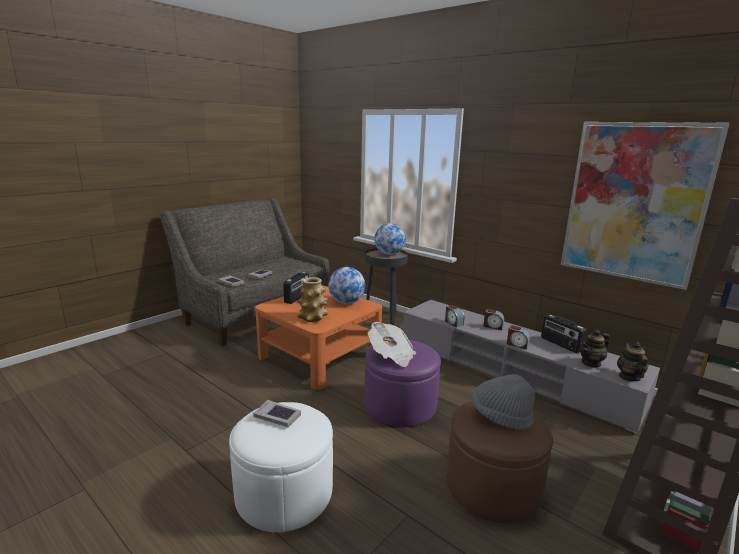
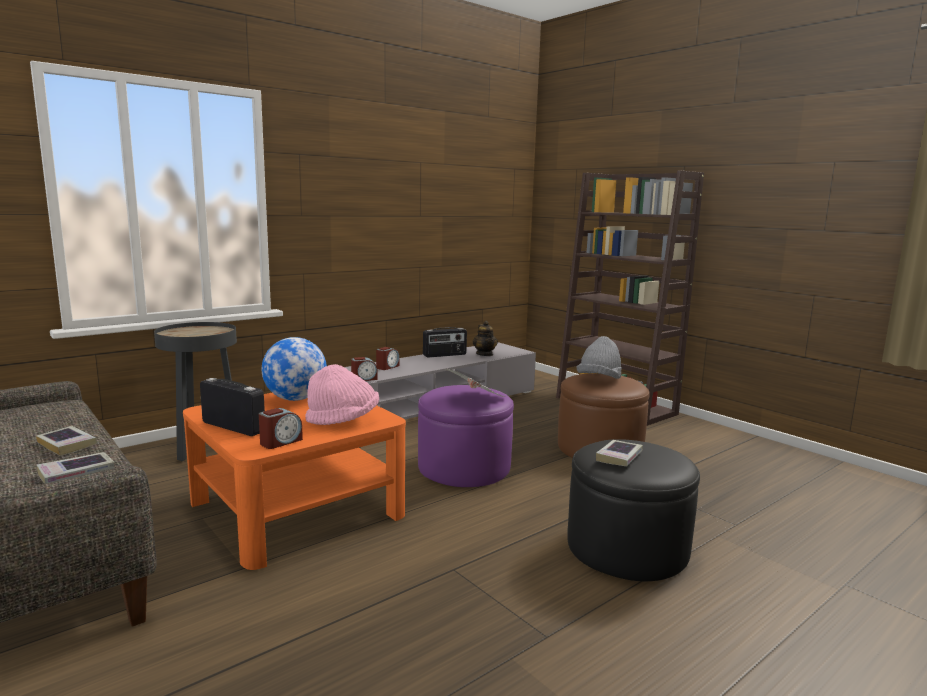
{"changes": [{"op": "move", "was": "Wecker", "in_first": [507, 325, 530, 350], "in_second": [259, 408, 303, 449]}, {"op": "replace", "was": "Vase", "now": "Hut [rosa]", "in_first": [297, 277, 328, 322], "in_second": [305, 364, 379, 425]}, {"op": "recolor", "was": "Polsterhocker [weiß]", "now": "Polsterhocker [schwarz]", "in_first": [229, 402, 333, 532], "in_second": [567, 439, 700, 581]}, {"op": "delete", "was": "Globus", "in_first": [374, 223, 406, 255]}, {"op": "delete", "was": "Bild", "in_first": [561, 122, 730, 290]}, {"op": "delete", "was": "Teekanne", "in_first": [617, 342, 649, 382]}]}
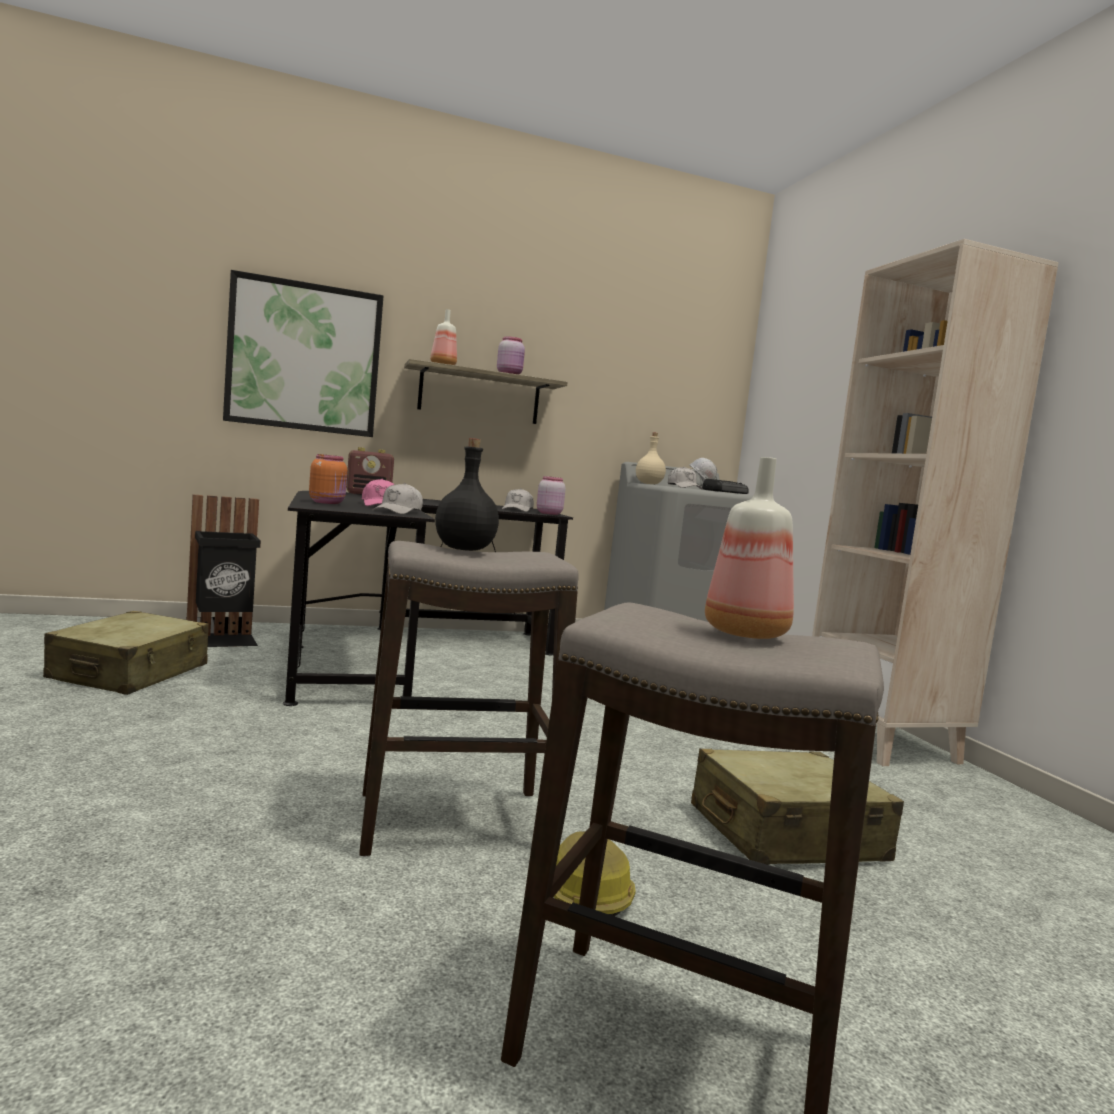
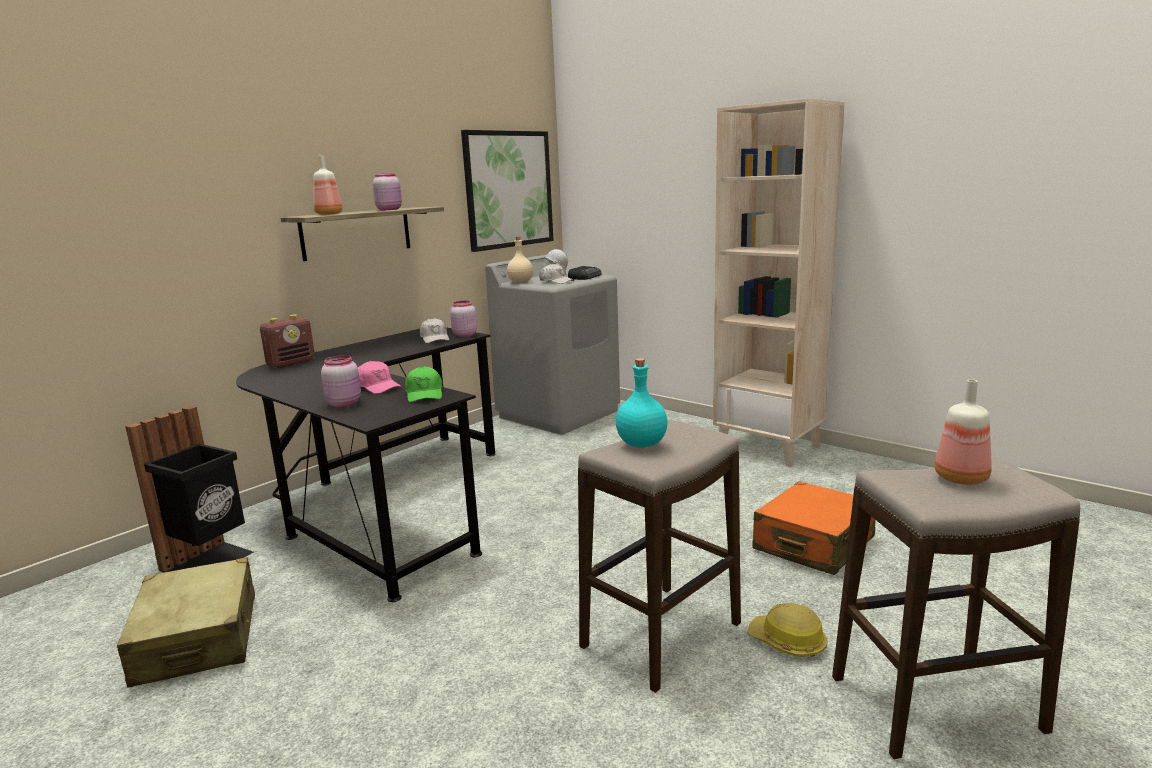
{"changes": [{"op": "recolor", "was": "Vorratsglas [orange]", "now": "Vorratsglas [rosa]", "in_first": [309, 454, 347, 504], "in_second": [321, 355, 361, 407]}, {"op": "recolor", "was": "Kappe [weiß]", "now": "Kappe [grün]", "in_first": [372, 483, 423, 514], "in_second": [405, 366, 442, 402]}, {"op": "move", "was": "Bild", "in_first": [223, 270, 383, 437], "in_second": [461, 130, 554, 252]}, {"op": "recolor", "was": "Flasche [schwarz]", "now": "Flasche [türkis]", "in_first": [435, 438, 499, 551], "in_second": [616, 358, 668, 448]}, {"op": "recolor", "was": "Koffer [beige]", "now": "Koffer [orange]", "in_first": [691, 748, 904, 865], "in_second": [753, 481, 876, 575]}]}
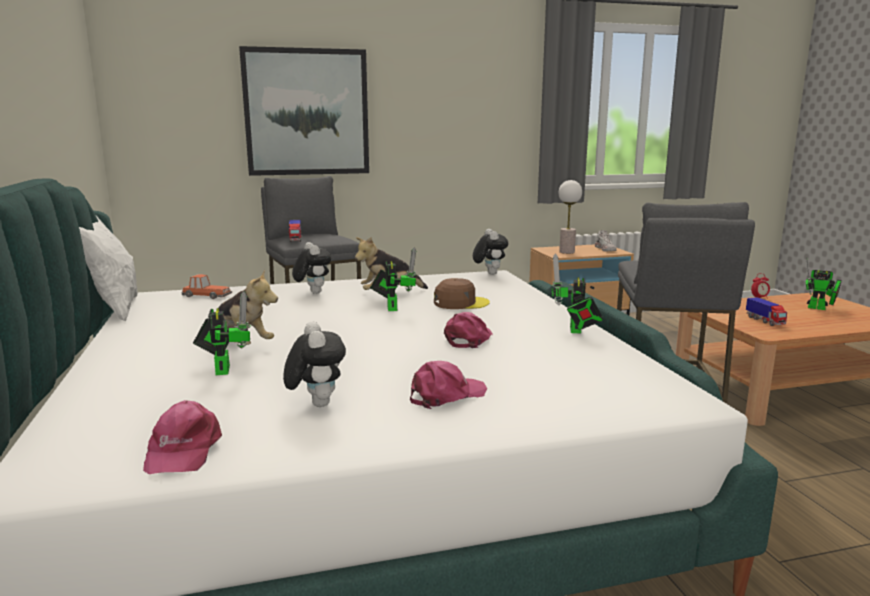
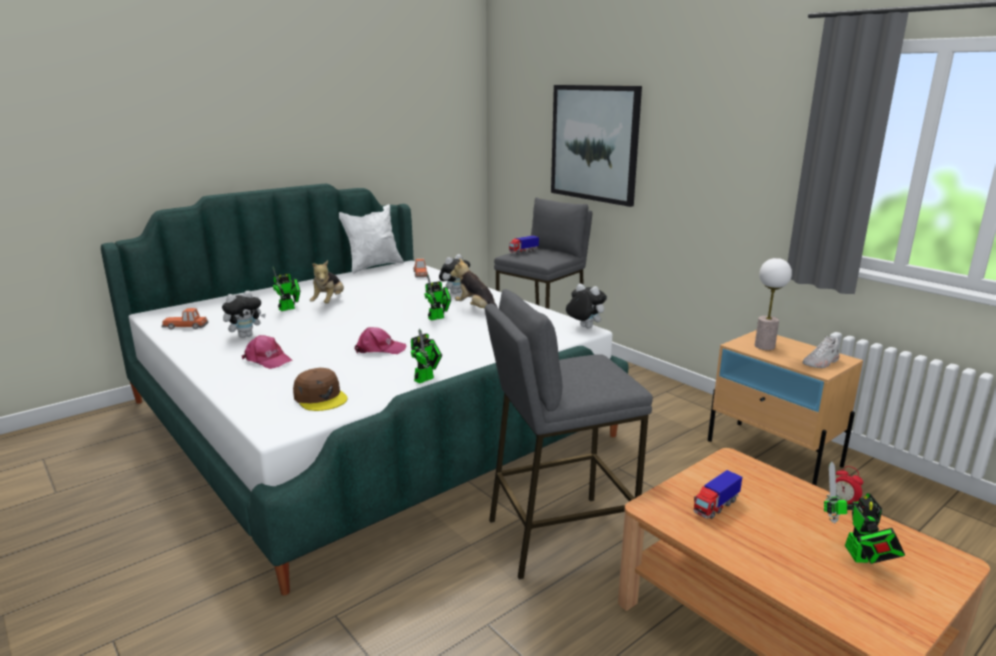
{"changes": [{"op": "replace", "was": "Kappe [rosa]", "now": "Spielzeugauto", "in_first": [143, 400, 222, 474], "in_second": [161, 308, 208, 329]}, {"op": "move", "was": "Kappe [braun]", "in_first": [434, 278, 490, 309], "in_second": [293, 368, 347, 411]}, {"op": "rotate", "was": "Spielzeugroboter", "in_first": [551, 254, 603, 334], "in_second": [411, 329, 442, 384], "clockwise": 150}, {"op": "rotate", "was": "Plüschtier", "in_first": [473, 229, 508, 275], "in_second": [566, 284, 607, 328], "clockwise": -105}]}
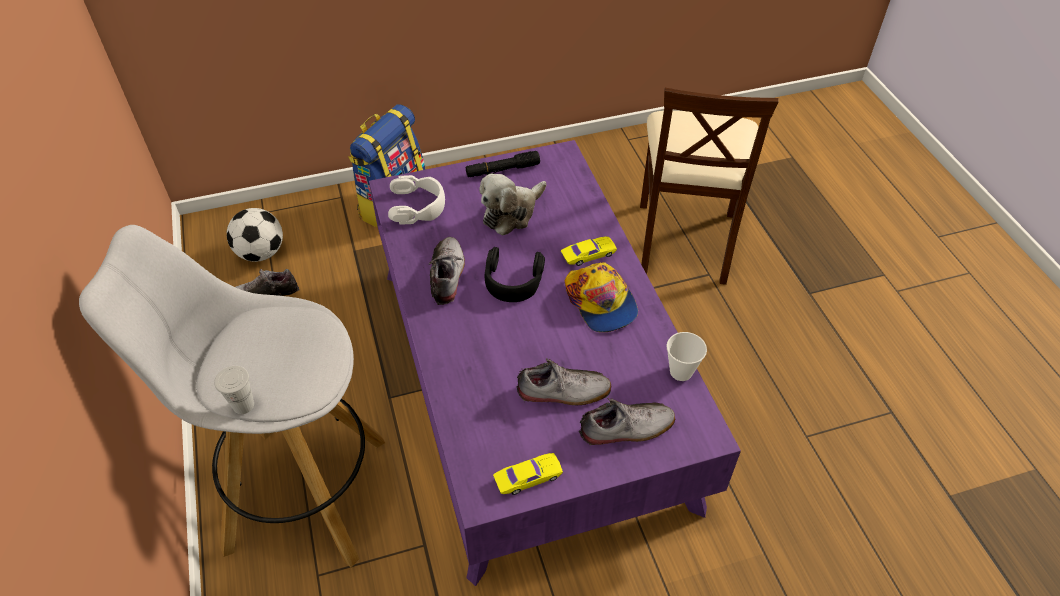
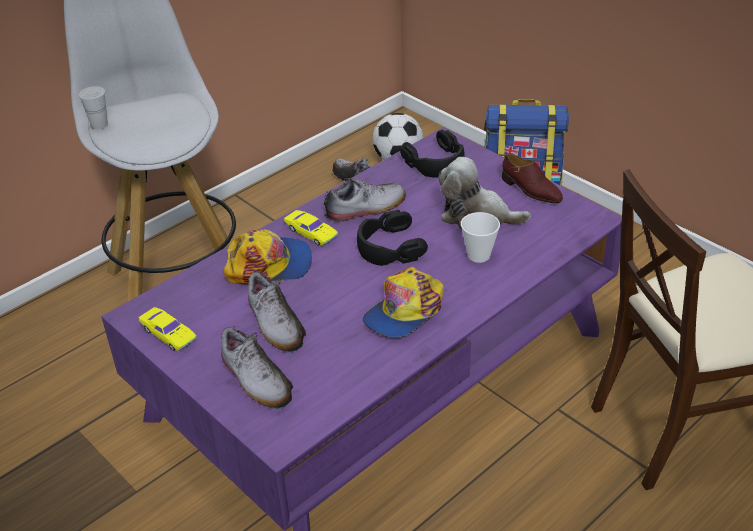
{"changes": [{"op": "insert", "now": "Kappe", "in_second": [224, 229, 312, 284]}, {"op": "move", "was": "Spielzeugauto [gelb]", "in_first": [561, 237, 617, 266], "in_second": [284, 210, 338, 246]}, {"op": "recolor", "was": "Kopfhörer [weiß]", "now": "Kopfhörer [schwarz]", "in_first": [388, 175, 445, 225], "in_second": [400, 130, 464, 178]}, {"op": "move", "was": "Tasse", "in_first": [666, 332, 707, 381], "in_second": [461, 212, 500, 263]}, {"op": "replace", "was": "Taschenlampe [schwarz]", "now": "Schuh [braun]", "in_first": [466, 151, 540, 177], "in_second": [502, 153, 563, 203]}]}
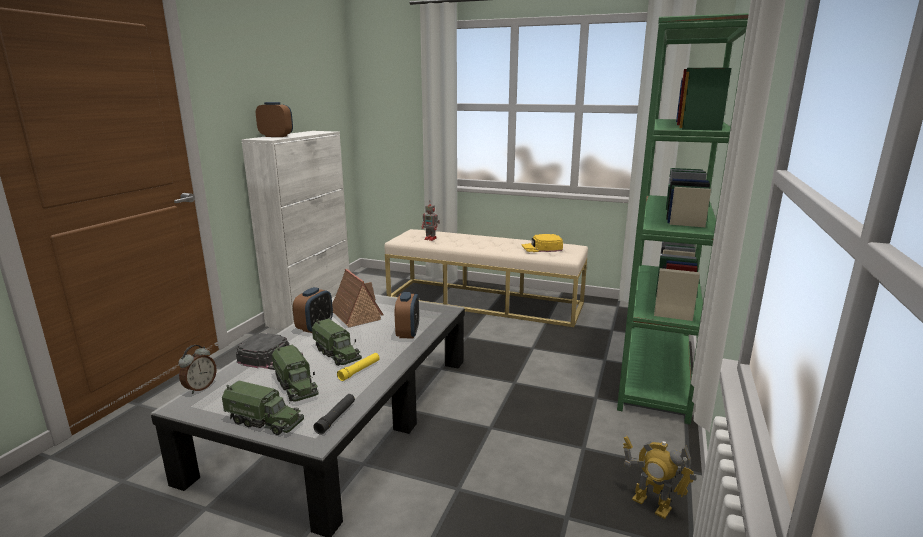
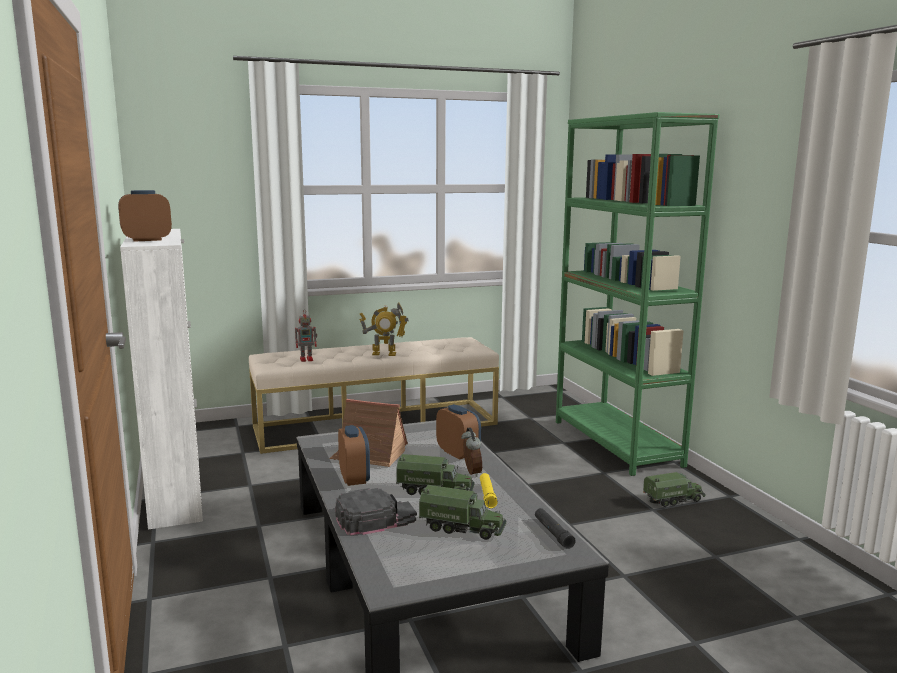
{"changes": [{"op": "move", "was": "Spielzeugroboter", "in_first": [623, 436, 697, 519], "in_second": [360, 302, 409, 356]}, {"op": "move", "was": "Wecker", "in_first": [178, 345, 217, 394], "in_second": [461, 427, 482, 477]}, {"op": "move", "was": "Spielzeuglaster", "in_first": [222, 381, 304, 435], "in_second": [643, 472, 705, 507]}, {"op": "delete", "was": "Kappe [gelb]", "in_first": [521, 234, 563, 252]}]}
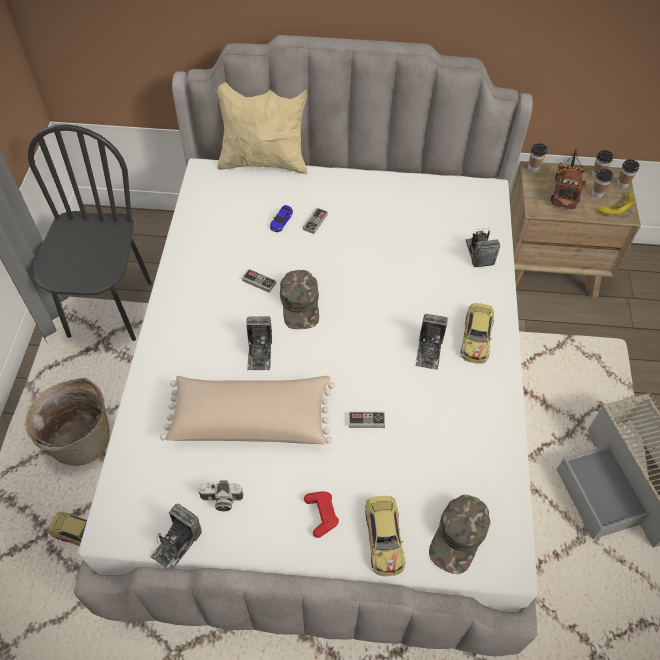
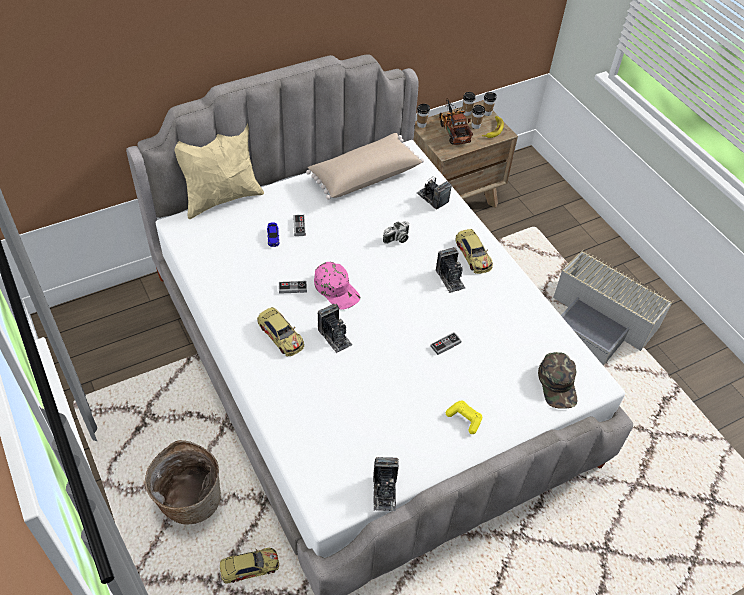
{"changes": [{"op": "move", "was": "Spielzeugauto", "in_first": [365, 496, 405, 576], "in_second": [257, 307, 304, 356]}, {"op": "move", "was": "Kissen [beige]", "in_first": [160, 376, 335, 444], "in_second": [306, 133, 424, 200]}, {"op": "recolor", "was": "Kappe [grün]", "now": "Kappe [rosa]", "in_first": [280, 270, 319, 329], "in_second": [314, 262, 360, 310]}, {"op": "move", "was": "Kamera", "in_first": [197, 481, 243, 511], "in_second": [383, 221, 409, 244]}, {"op": "recolor", "was": "Gamepad [rot]", "now": "Gamepad [gelb]", "in_first": [304, 492, 339, 538], "in_second": [446, 400, 482, 434]}, {"op": "delete", "was": "Stuhl [schwarz]", "in_first": [28, 124, 152, 341]}]}
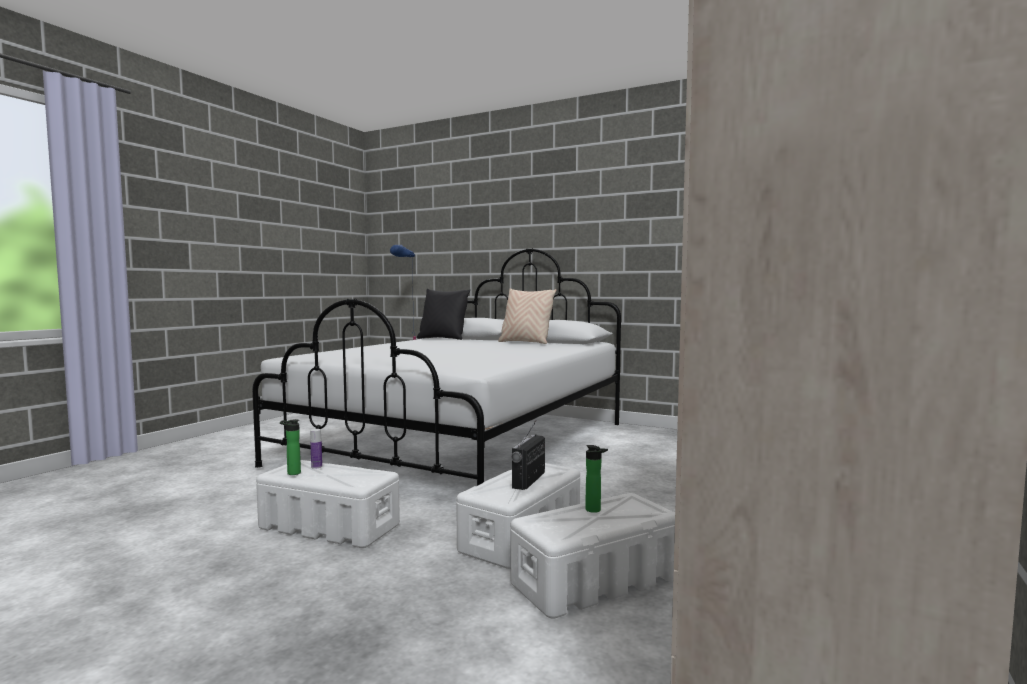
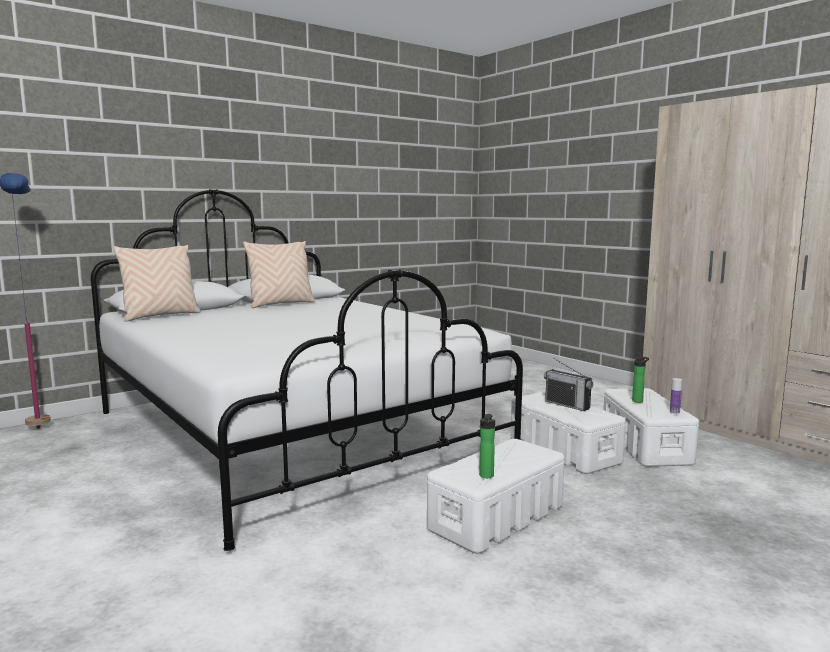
{"changes": [{"op": "recolor", "was": "Kissen [schwarz]", "now": "Kissen [beige]", "in_first": [417, 289, 470, 340], "in_second": [113, 245, 201, 322]}, {"op": "move", "was": "Flasche", "in_first": [310, 429, 322, 469], "in_second": [670, 378, 682, 414]}]}
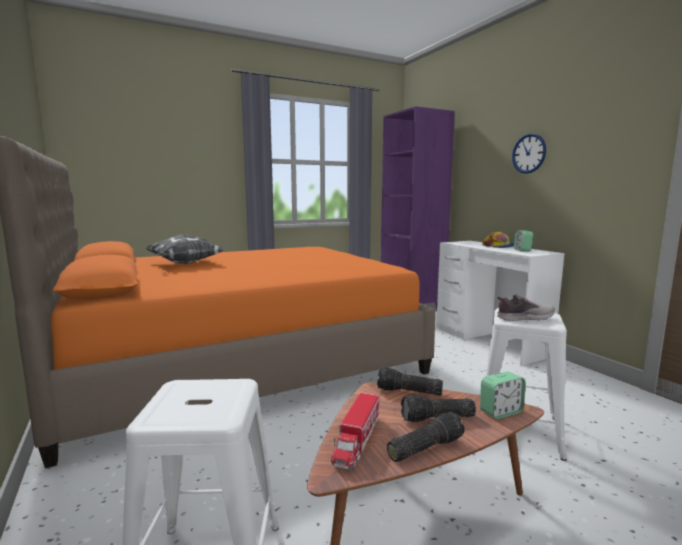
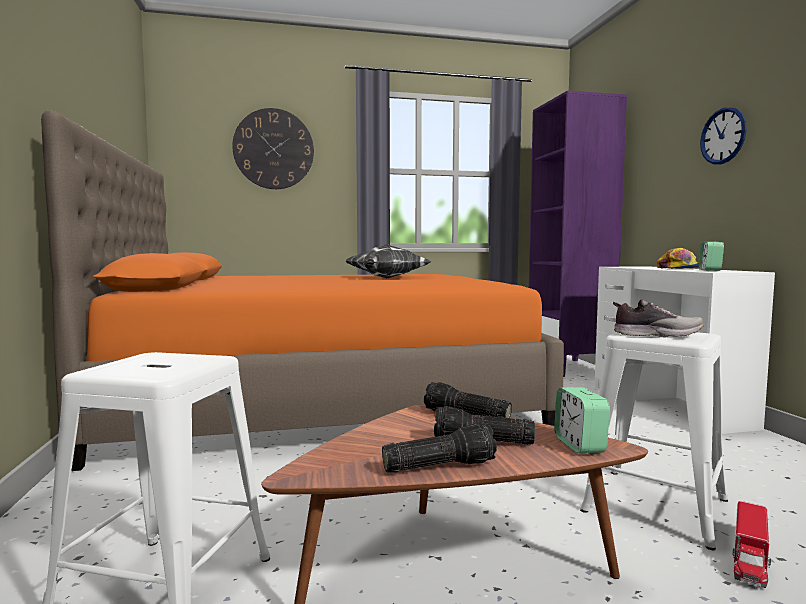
{"changes": [{"op": "insert", "now": "Wanduhr", "in_second": [232, 108, 314, 189]}, {"op": "move", "was": "Kissen", "in_first": [146, 234, 225, 264], "in_second": [346, 244, 431, 278]}, {"op": "rotate", "was": "Wecker", "in_first": [480, 371, 526, 419], "in_second": [554, 387, 610, 454], "clockwise": 90}, {"op": "move", "was": "Spielzeuglaster", "in_first": [331, 392, 379, 469], "in_second": [733, 501, 771, 588]}]}
